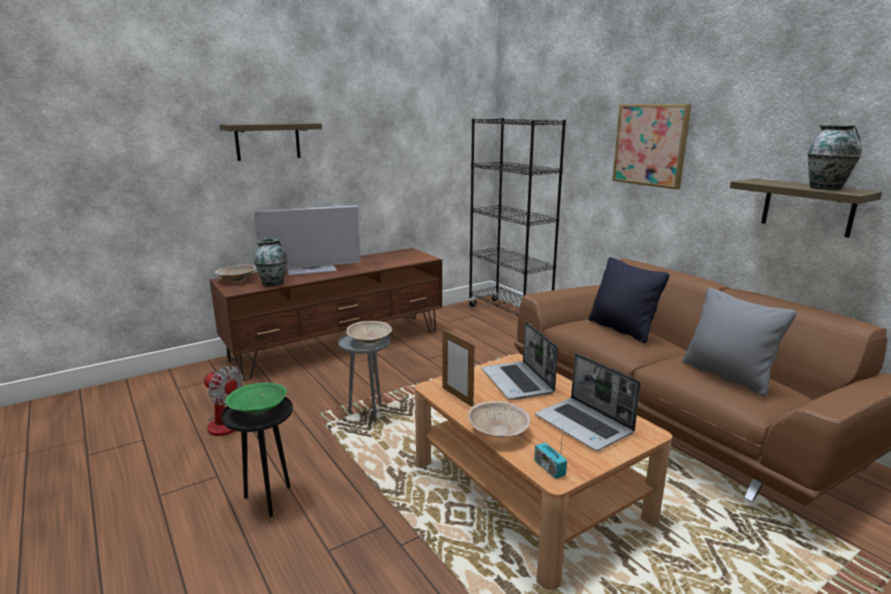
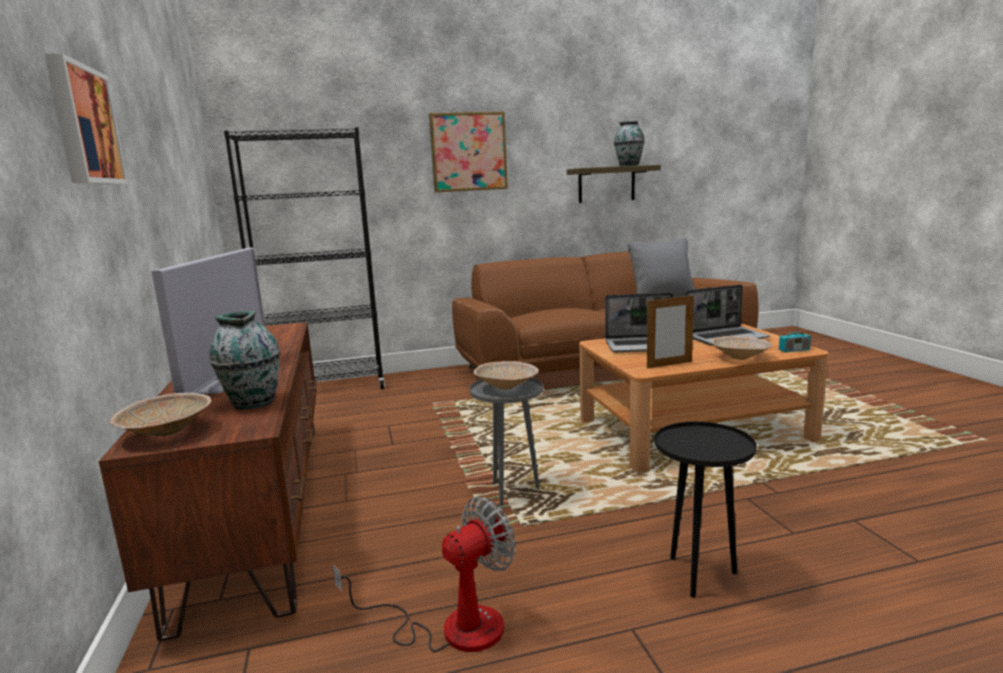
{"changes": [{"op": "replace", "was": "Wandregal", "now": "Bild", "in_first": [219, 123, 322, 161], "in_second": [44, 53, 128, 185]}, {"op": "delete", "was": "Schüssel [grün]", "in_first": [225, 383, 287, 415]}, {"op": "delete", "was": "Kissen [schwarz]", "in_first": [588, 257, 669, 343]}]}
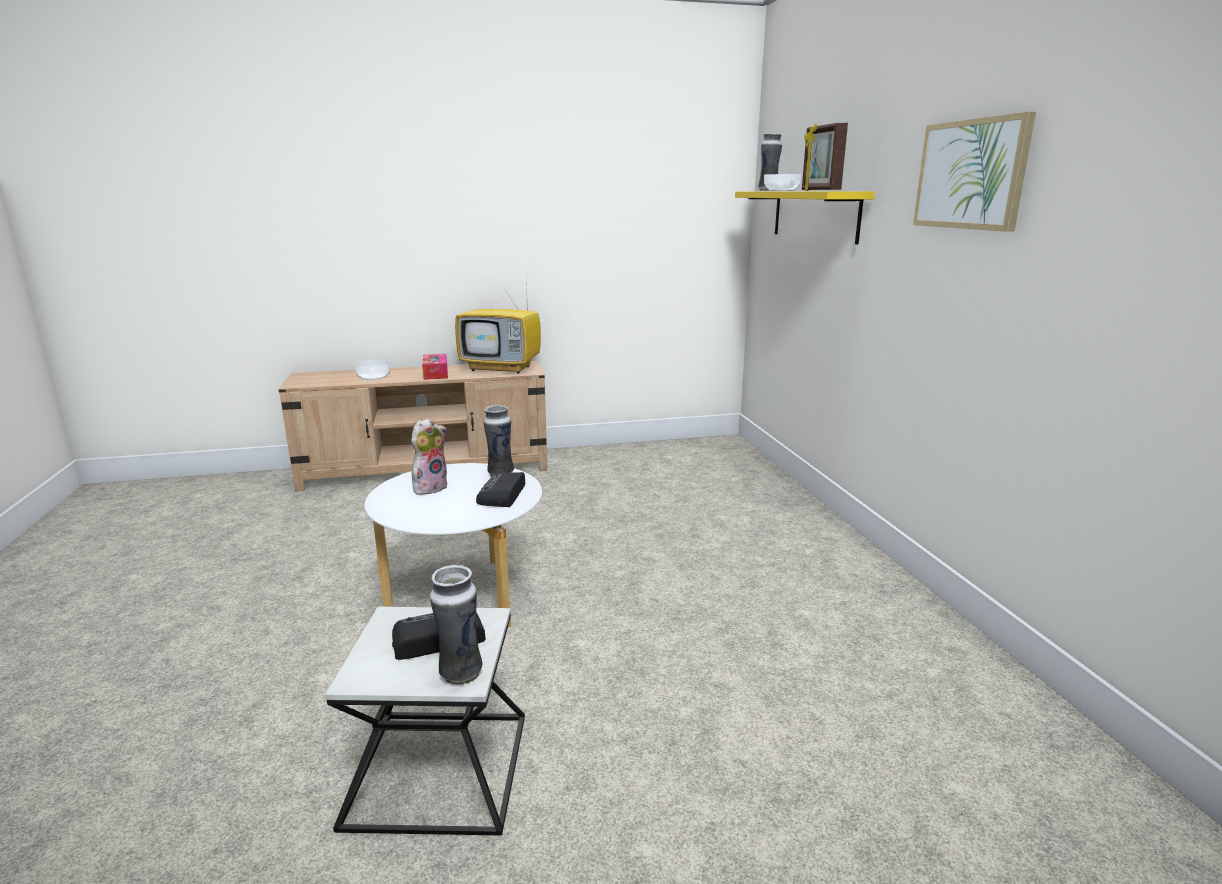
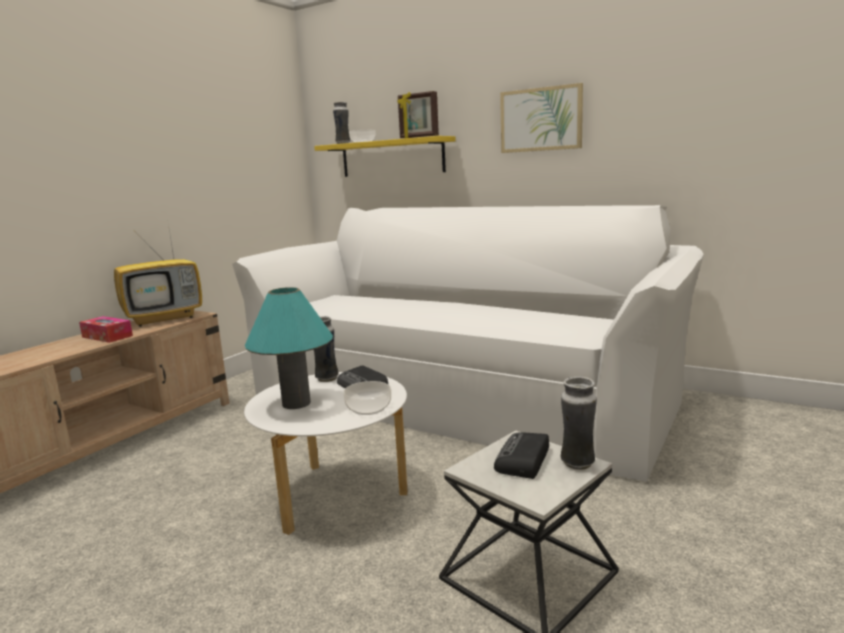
{"changes": [{"op": "insert", "now": "Sofa [weiß]", "in_second": [232, 205, 704, 482]}, {"op": "replace", "was": "Plüschtier", "now": "Tischlampe [türkis]", "in_first": [411, 418, 447, 495], "in_second": [245, 287, 333, 409]}, {"op": "move", "was": "Schüssel", "in_first": [354, 359, 390, 380], "in_second": [343, 381, 391, 415]}]}
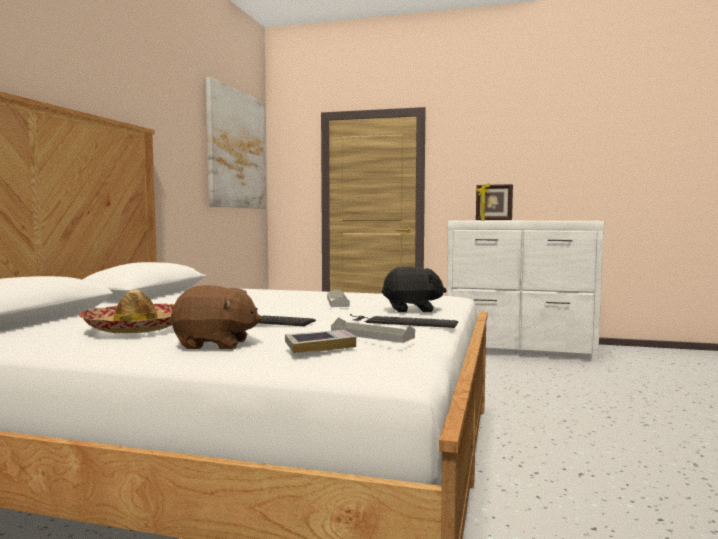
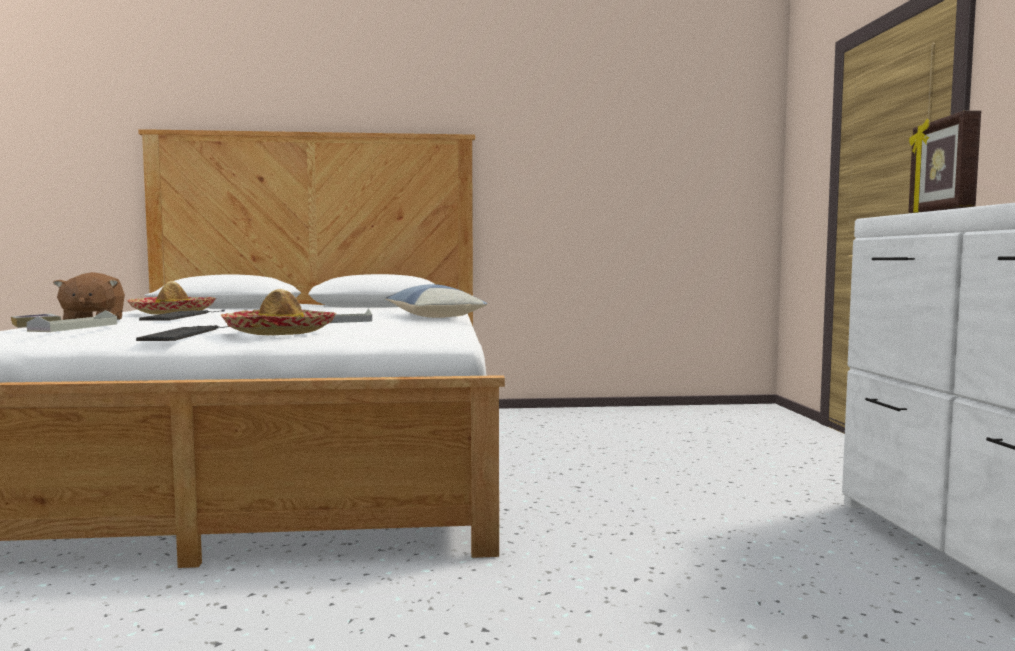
{"changes": [{"op": "replace", "was": "Plüschtier [schwarz]", "now": "Hut", "in_first": [382, 266, 447, 312], "in_second": [221, 289, 336, 335]}, {"op": "insert", "now": "Kissen", "in_second": [386, 284, 488, 318]}, {"op": "delete", "was": "Bild", "in_first": [206, 77, 266, 209]}]}
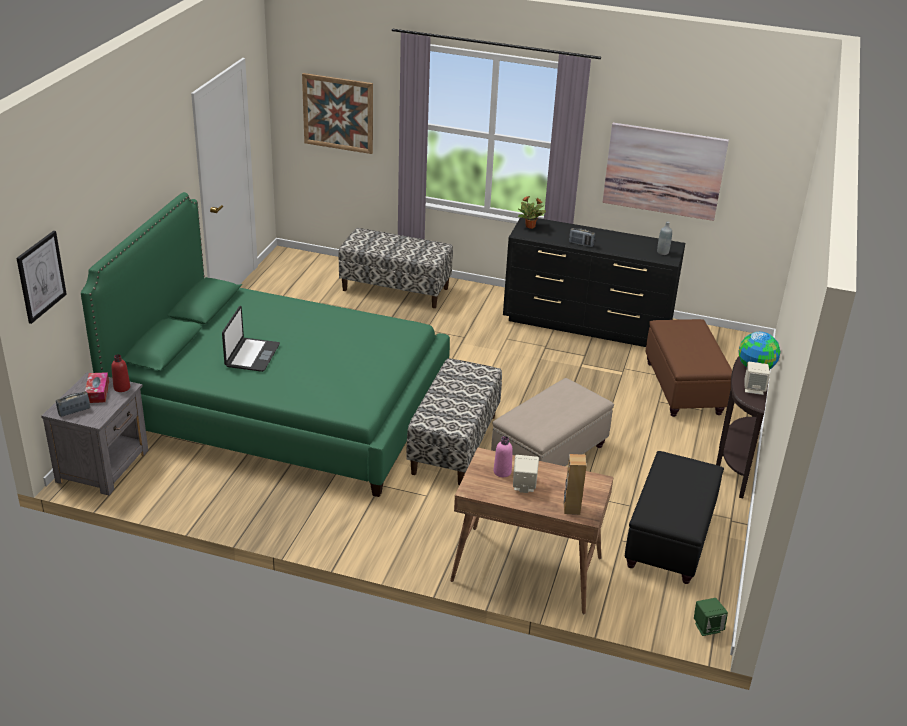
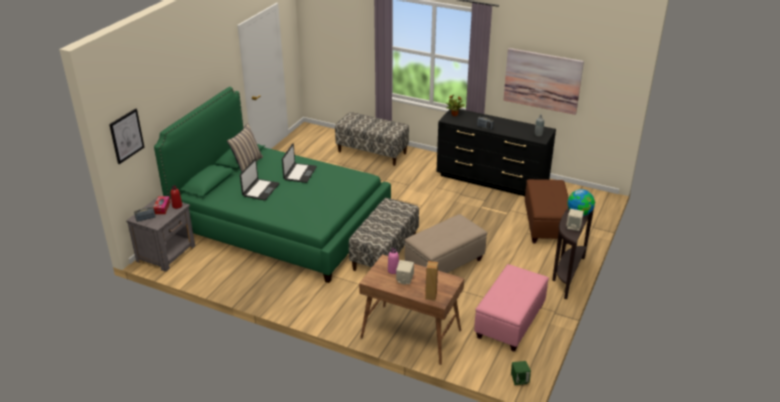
{"changes": [{"op": "insert", "now": "Kissen", "in_second": [227, 123, 263, 173]}, {"op": "insert", "now": "Laptop", "in_second": [282, 143, 317, 183]}, {"op": "recolor", "was": "Polsterhocker [schwarz]", "now": "Polsterhocker [rosa]", "in_first": [625, 451, 724, 584], "in_second": [474, 264, 549, 351]}, {"op": "delete", "was": "Bild", "in_first": [302, 73, 373, 154]}]}
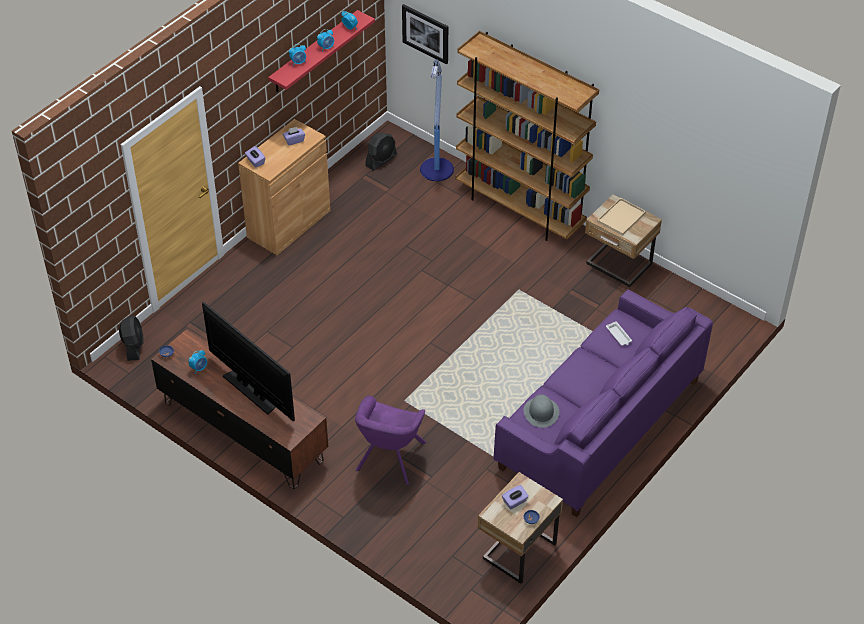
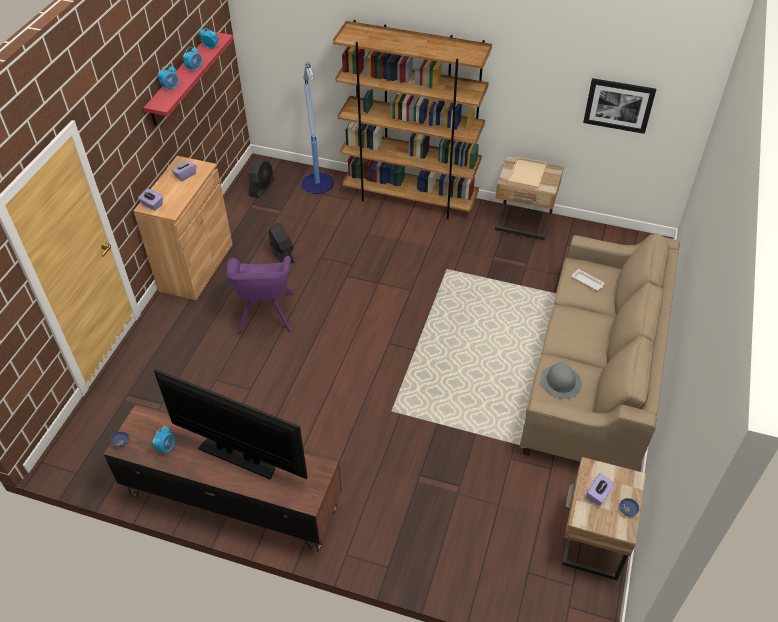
{"changes": [{"op": "move", "was": "Sessel [lila]", "in_first": [355, 395, 426, 485], "in_second": [226, 256, 294, 334]}, {"op": "move", "was": "Ventilator [schwarz]", "in_first": [119, 315, 143, 361], "in_second": [269, 223, 294, 264]}, {"op": "recolor", "was": "Sofa [lila]", "now": "Sofa [beige]", "in_first": [493, 289, 713, 517], "in_second": [520, 233, 680, 471]}, {"op": "move", "was": "Bild", "in_first": [402, 4, 448, 64], "in_second": [583, 78, 656, 134]}]}
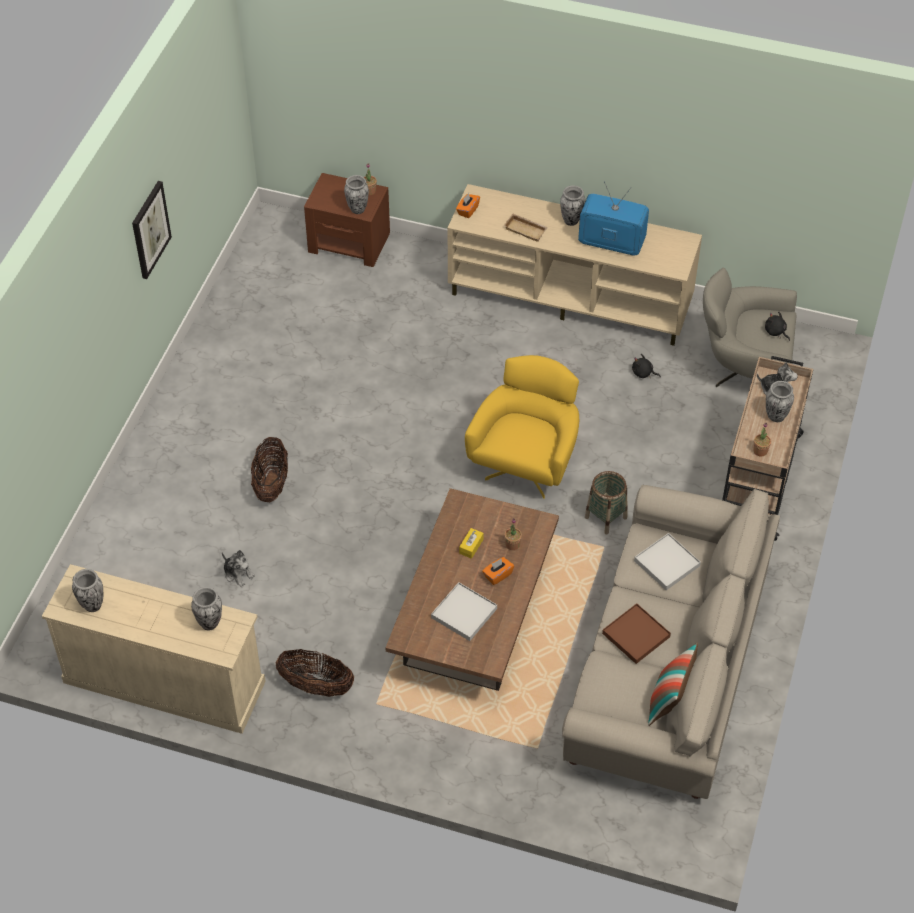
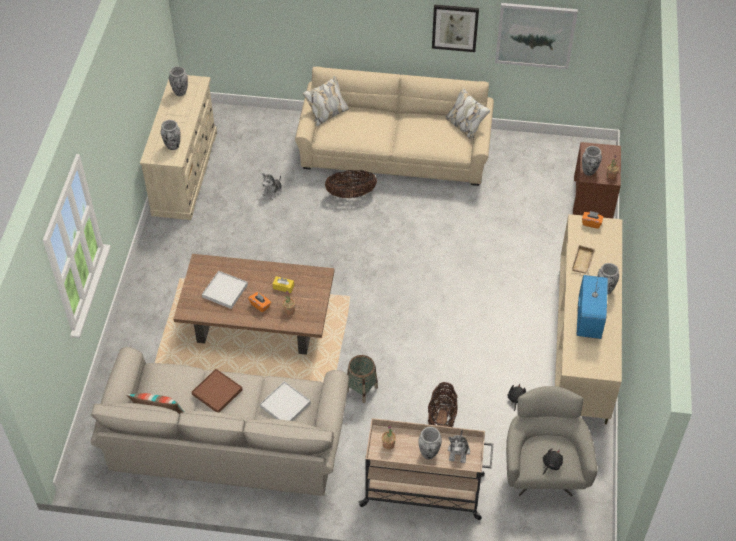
{"changes": [{"op": "insert", "now": "Sofa [beige]", "in_second": [295, 66, 494, 186]}, {"op": "move", "was": "Korb", "in_first": [276, 649, 354, 697], "in_second": [428, 382, 458, 427]}, {"op": "insert", "now": "Bild", "in_second": [495, 3, 578, 69]}, {"op": "delete", "was": "Sessel [gelb]", "in_first": [465, 355, 579, 499]}]}
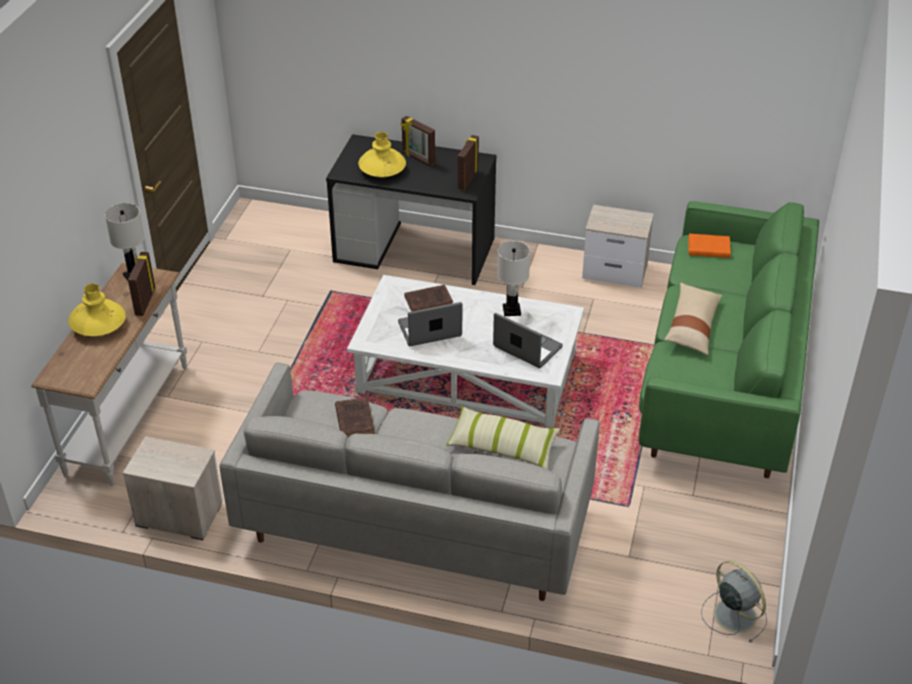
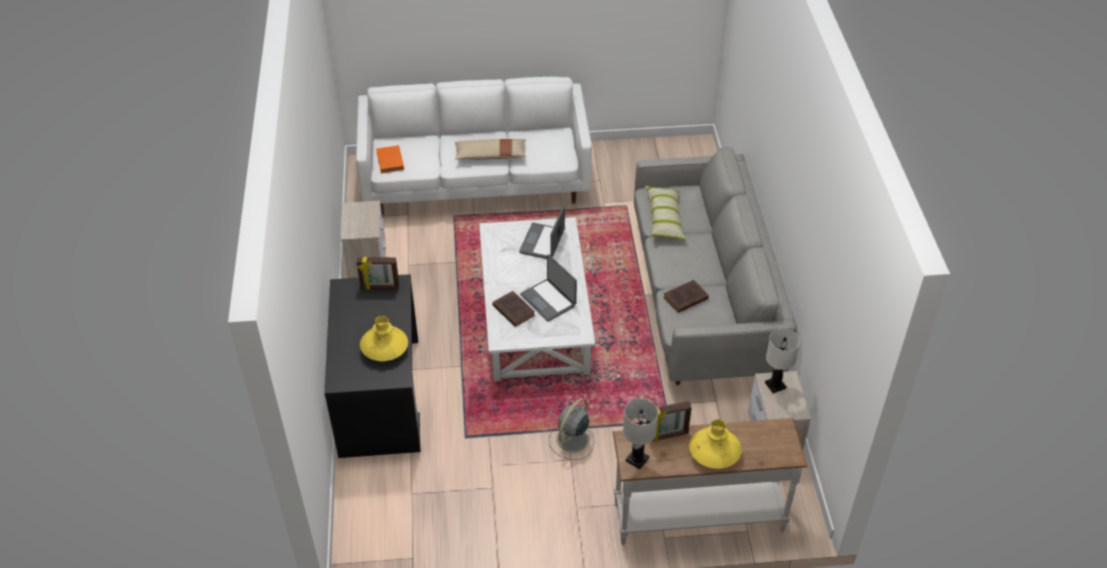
{"changes": [{"op": "recolor", "was": "Sofa [grün]", "now": "Sofa [weiß]", "in_first": [639, 201, 819, 478], "in_second": [356, 77, 592, 215]}, {"op": "move", "was": "Ventilator [grau]", "in_first": [701, 560, 767, 642], "in_second": [549, 398, 594, 460]}, {"op": "move", "was": "Tischlampe [weiß]", "in_first": [497, 241, 530, 316], "in_second": [765, 328, 800, 393]}, {"op": "delete", "was": "Bilderrahmen", "in_first": [401, 116, 435, 166]}]}
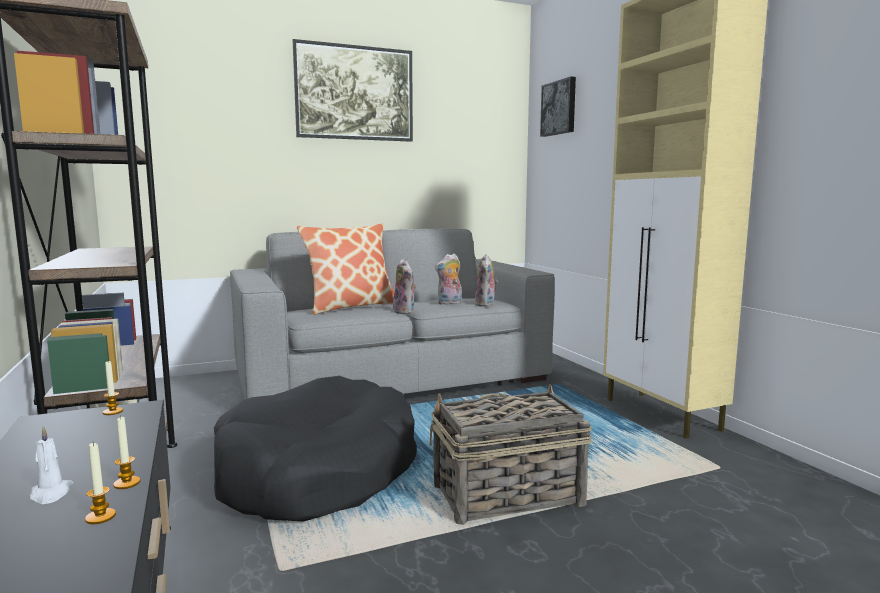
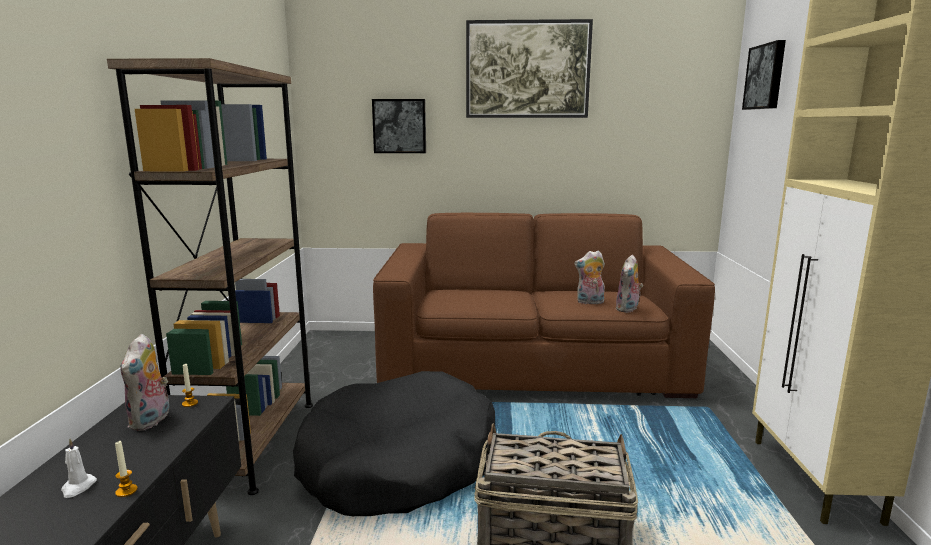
{"changes": [{"op": "move", "was": "Plüschtier", "in_first": [393, 259, 416, 314], "in_second": [120, 334, 171, 431]}, {"op": "insert", "now": "Bild", "in_second": [372, 99, 426, 153]}, {"op": "recolor", "was": "Sofa [grau]", "now": "Sofa [braun]", "in_first": [230, 229, 555, 399], "in_second": [373, 213, 715, 398]}, {"op": "delete", "was": "Kerze", "in_first": [85, 443, 116, 524]}, {"op": "delete", "was": "Kissen", "in_first": [297, 223, 394, 315]}]}
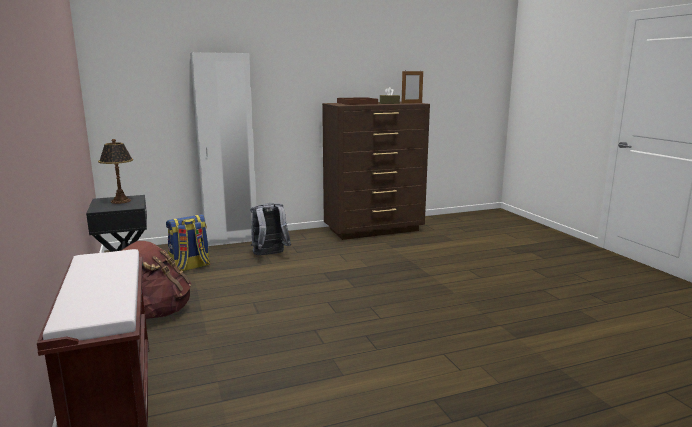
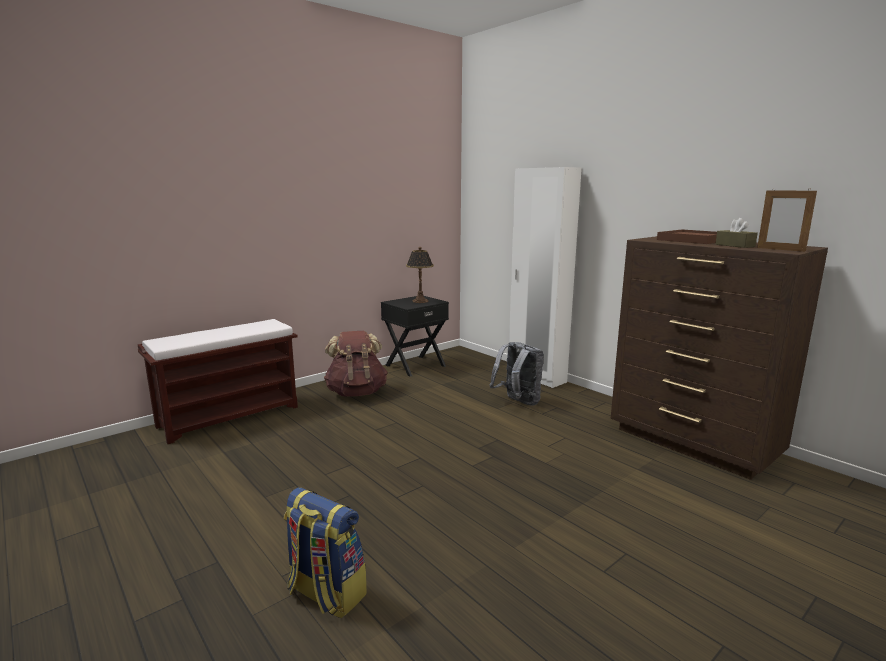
{"changes": [{"op": "move", "was": "Rucksack", "in_first": [166, 214, 210, 271], "in_second": [284, 488, 367, 618]}]}
